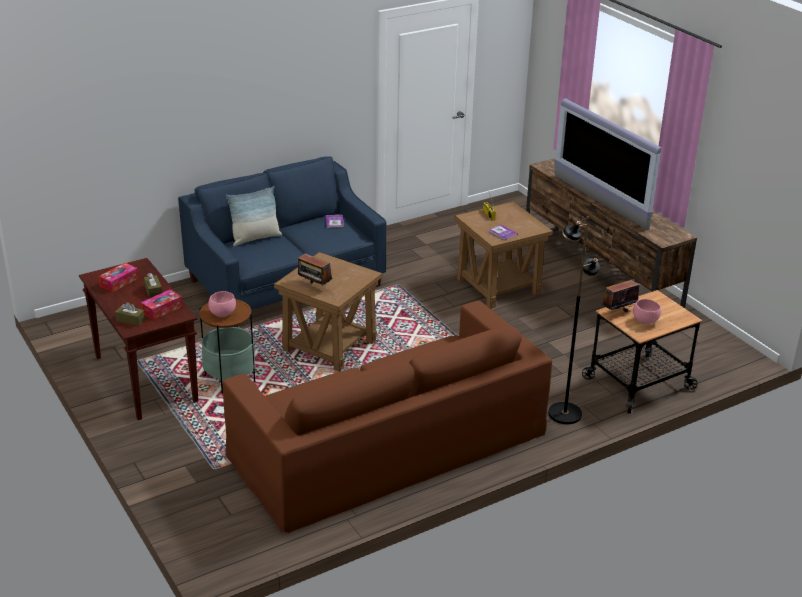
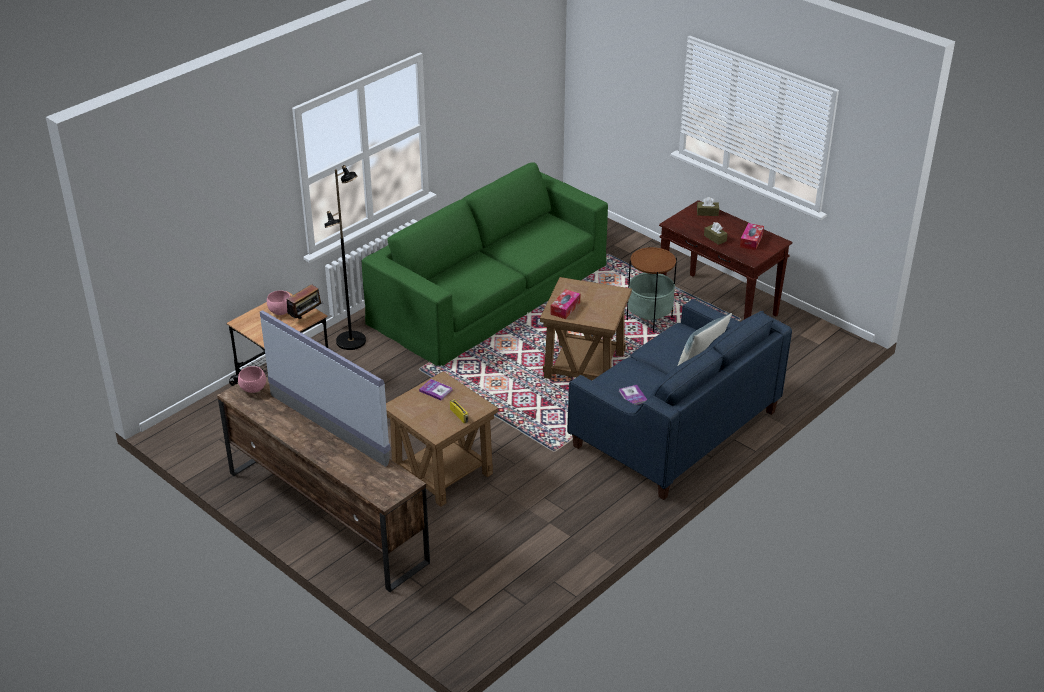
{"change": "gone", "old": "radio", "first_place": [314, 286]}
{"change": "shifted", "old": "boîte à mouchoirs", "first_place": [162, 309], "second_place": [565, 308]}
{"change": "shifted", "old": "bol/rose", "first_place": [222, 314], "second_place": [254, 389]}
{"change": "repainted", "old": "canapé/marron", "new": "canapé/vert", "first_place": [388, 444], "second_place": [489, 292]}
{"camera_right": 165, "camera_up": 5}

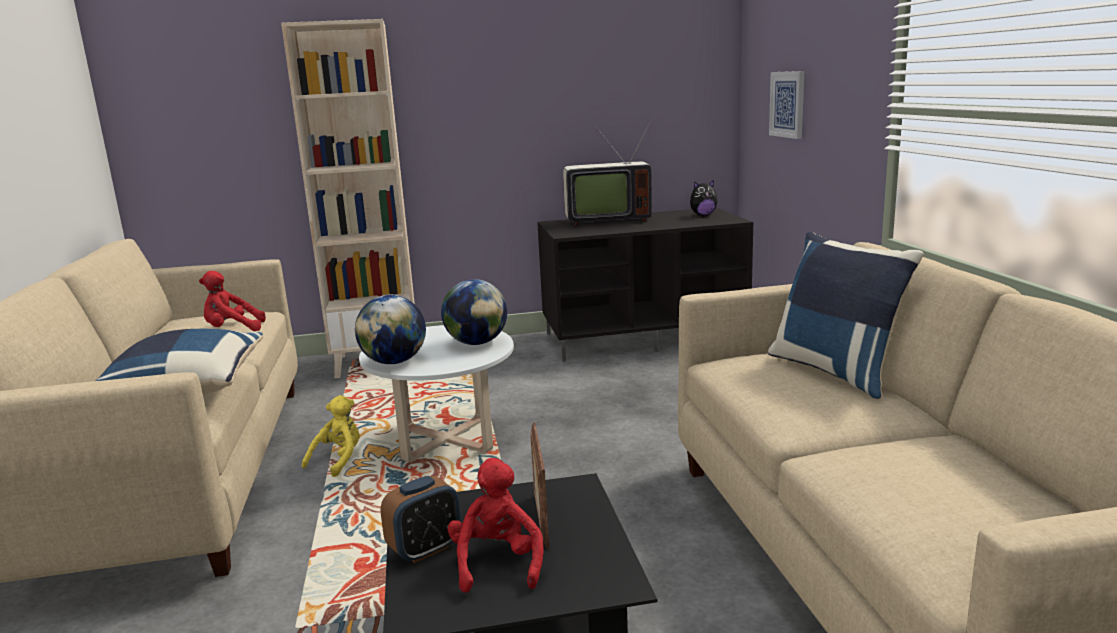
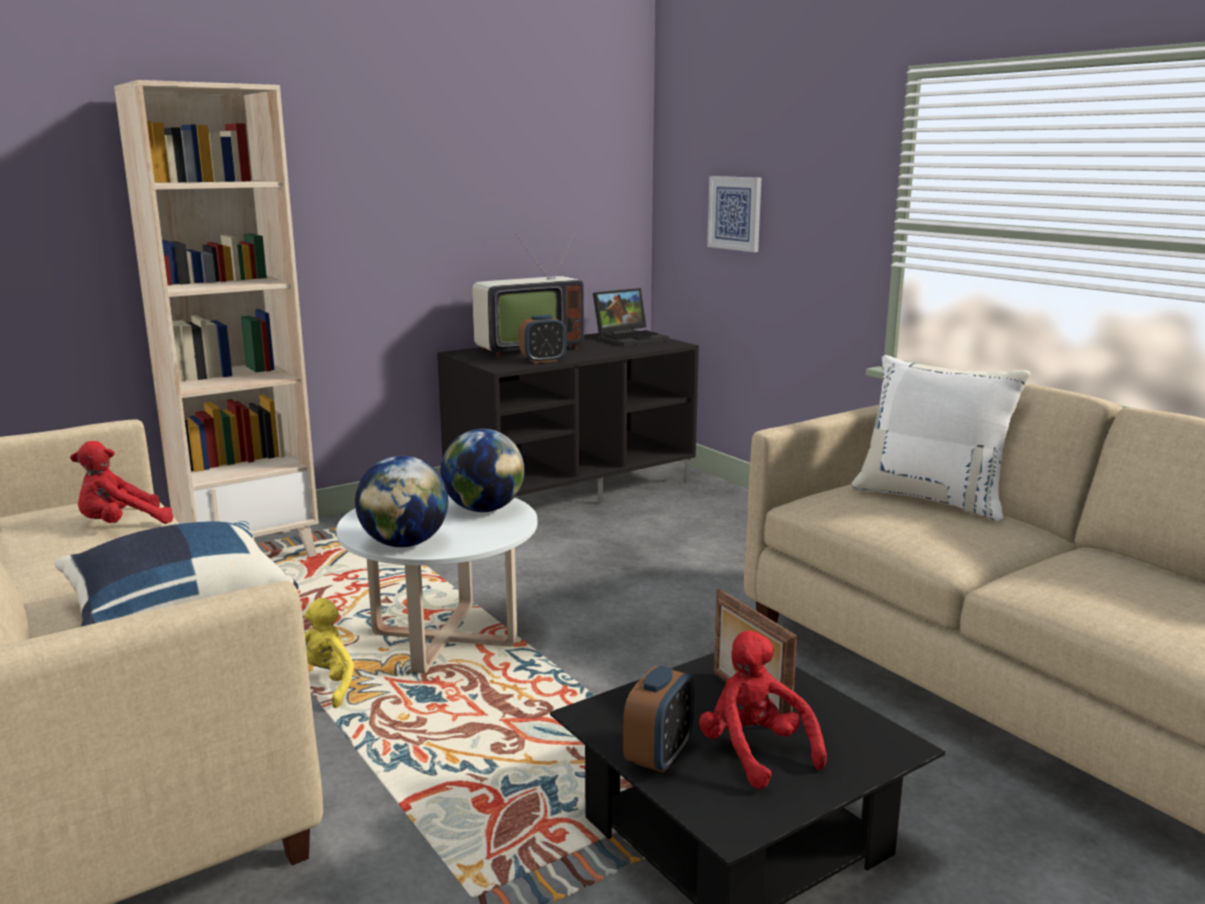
{"change": "new", "new": "réveil", "second_place": [543, 360]}
{"change": "swapped", "old": "peluche", "new": "ordinateur portable", "first_place": [703, 215], "second_place": [631, 338]}
{"change": "repainted", "old": "coussin/bleu", "new": "coussin/blanc", "first_place": [836, 371], "second_place": [932, 499]}
{"camera_right": -25, "camera_up": 0}

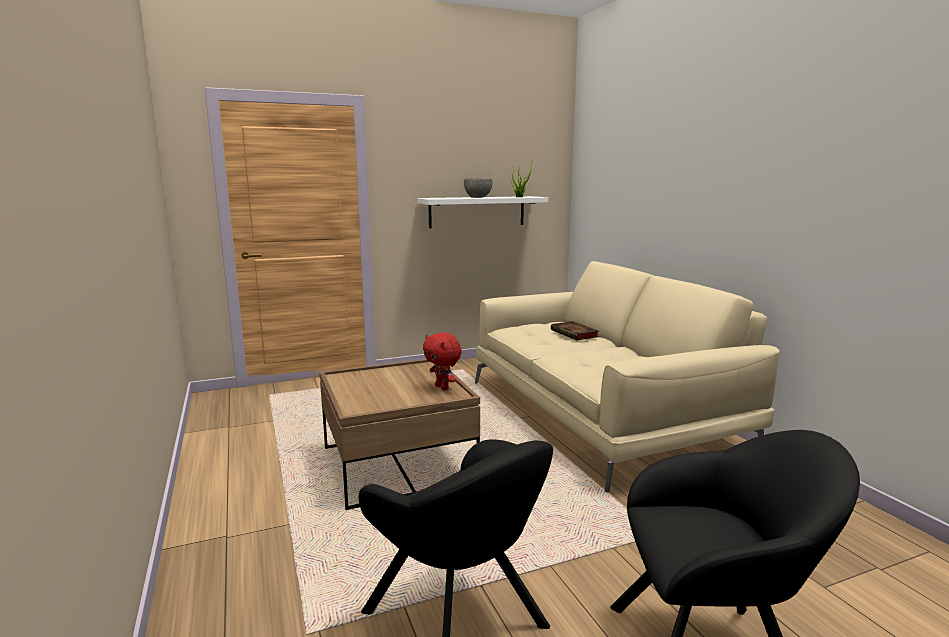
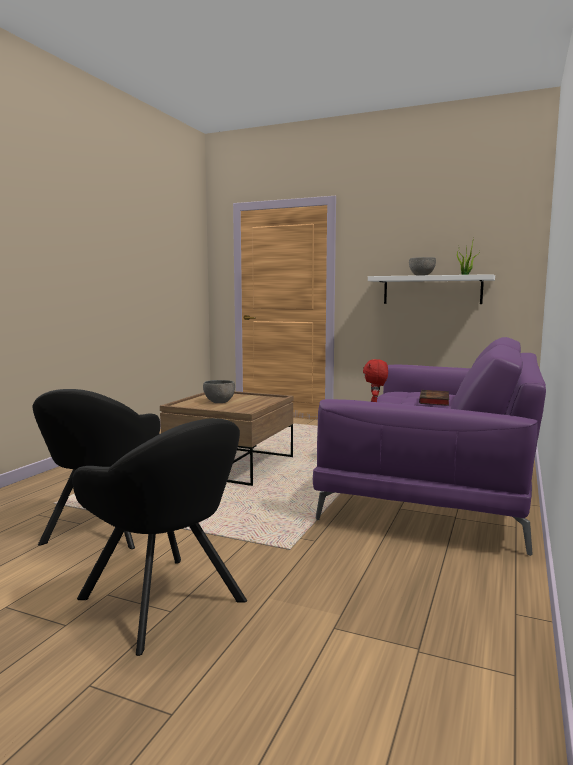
{"change": "new", "new": "bol/gris", "second_place": [220, 402]}
{"change": "shifted", "old": "peluche/rouge", "first_place": [442, 388], "second_place": [375, 402]}
{"change": "repainted", "old": "canapé/beige", "new": "canapé/violet", "first_place": [600, 415], "second_place": [436, 485]}
{"camera_right": 45, "camera_up": -5}

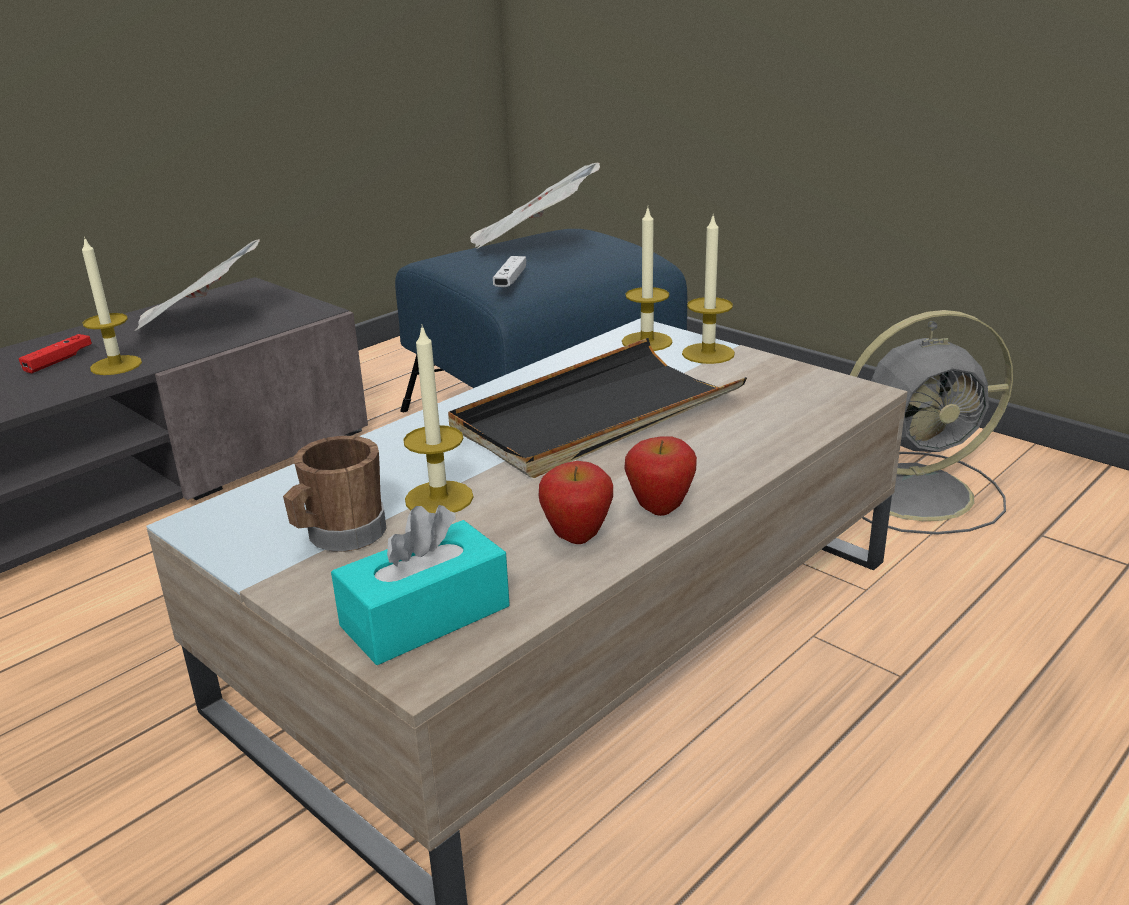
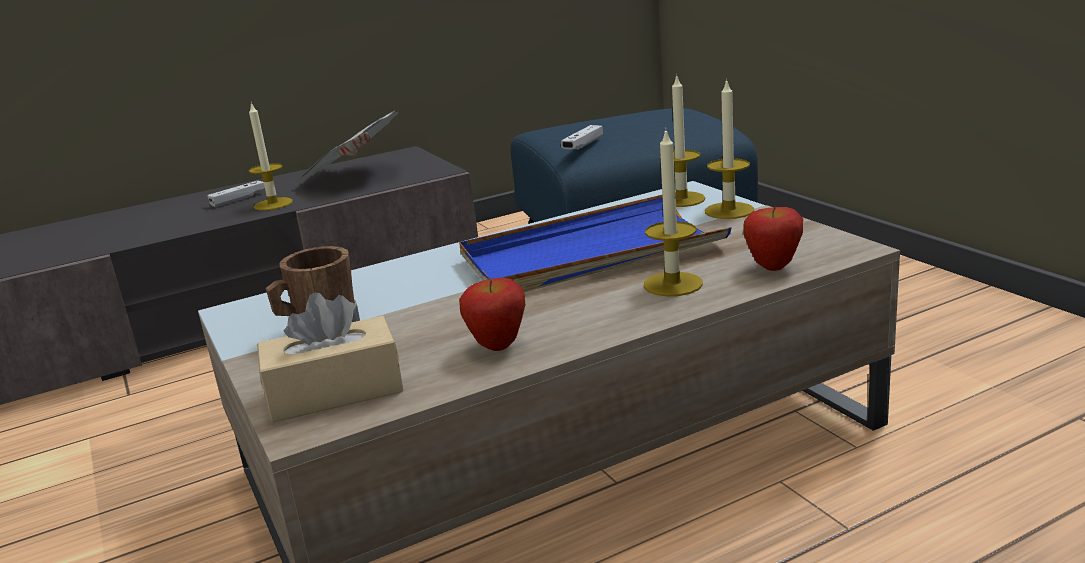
{"change": "gone", "old": "journal", "first_place": [531, 243]}
{"change": "gone", "old": "ventilateur/gris", "first_place": [918, 492]}
{"change": "shifted", "old": "bougie", "first_place": [439, 498], "second_place": [673, 284]}
{"change": "shifted", "old": "pomme", "first_place": [660, 509], "second_place": [773, 267]}
{"change": "repainted", "old": "manette/rouge", "new": "manette/blanc", "first_place": [58, 360], "second_place": [238, 199]}
{"change": "repainted", "old": "boîte à mouchoirs/turquoise", "new": "boîte à mouchoirs/beige", "first_place": [425, 616], "second_place": [335, 392]}
{"change": "repainted", "old": "plateau/noir", "new": "plateau/bleu", "first_place": [596, 415], "second_place": [590, 254]}
{"camera_right": 20, "camera_up": -5}

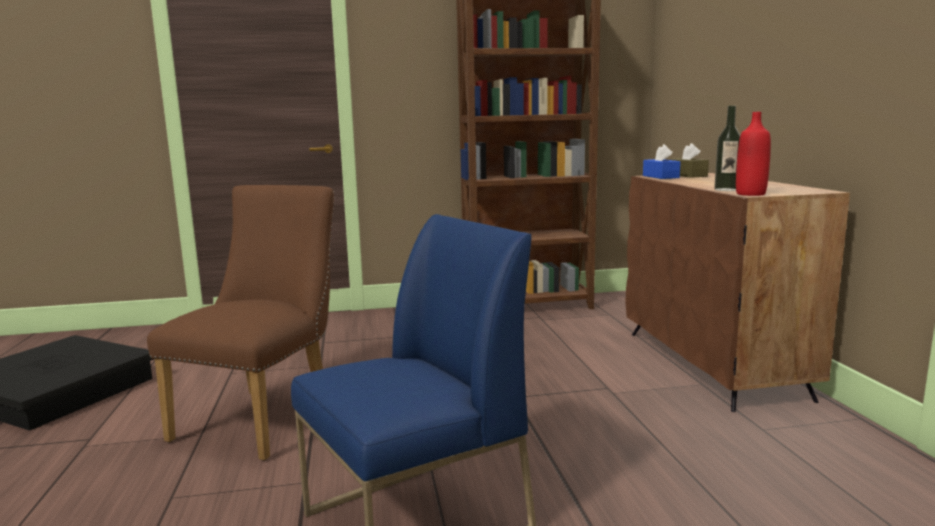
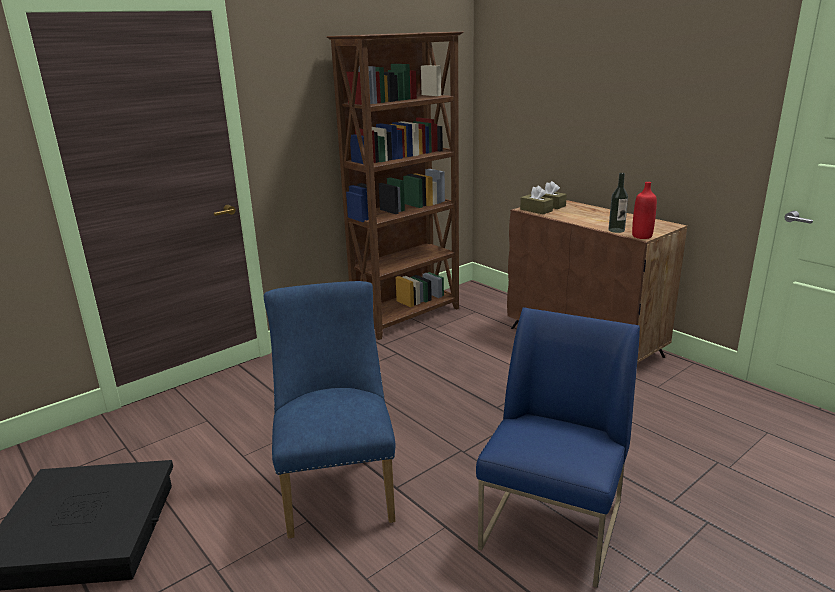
{"change": "repainted", "old": "chaise/marron", "new": "chaise/bleu", "first_place": [264, 417], "second_place": [338, 486]}
{"change": "repainted", "old": "boîte à mouchoirs/bleu", "new": "boîte à mouchoirs/marron", "first_place": [660, 177], "second_place": [536, 210]}
{"camera_right": -30, "camera_up": 10}

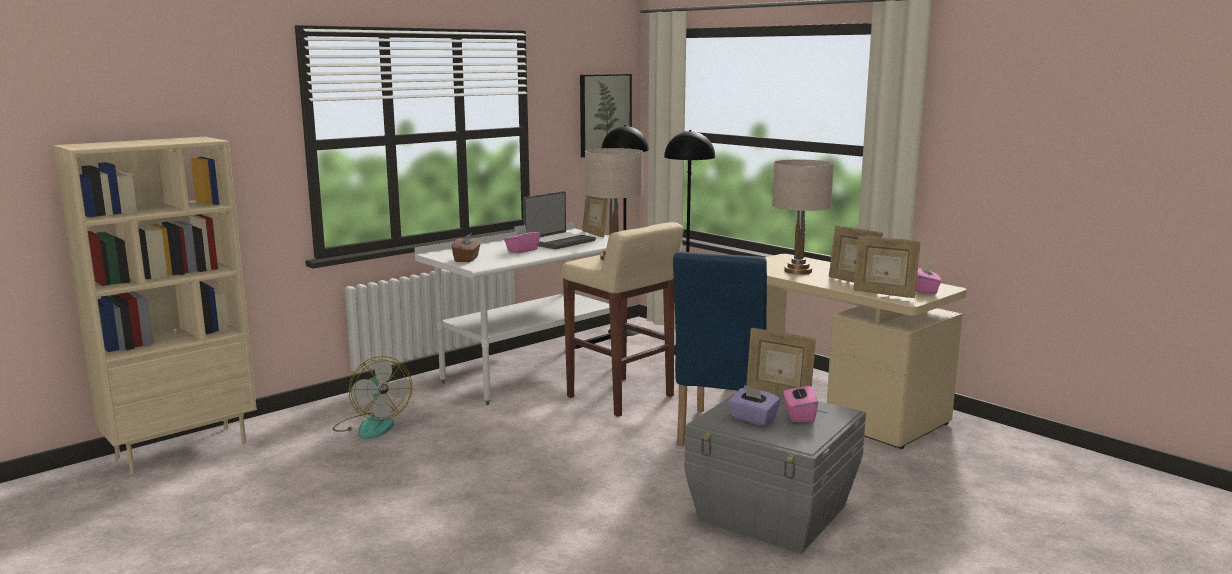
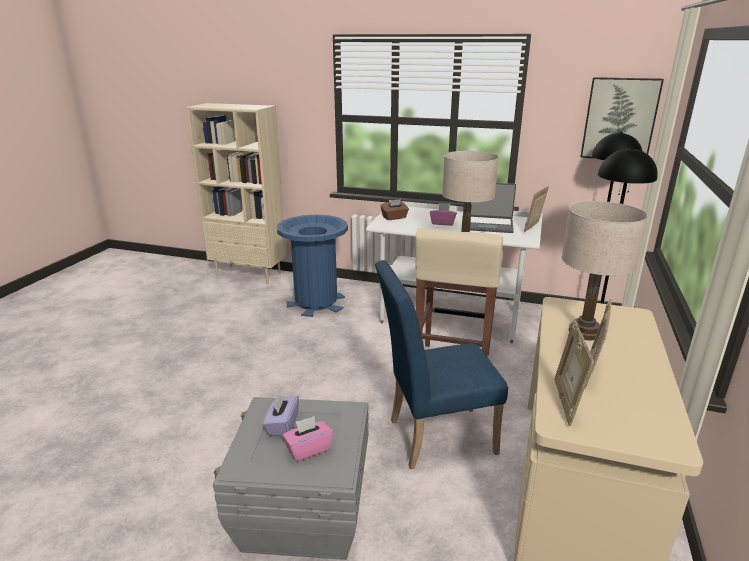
{"change": "gone", "old": "cadre photo", "first_place": [778, 394]}
{"change": "gone", "old": "boîte à mouchoirs/rose", "first_place": [924, 290]}
{"change": "swapped", "old": "ventilateur", "new": "poubelle/bleu", "first_place": [372, 425], "second_place": [316, 303]}
{"camera_right": 60, "camera_up": 10}

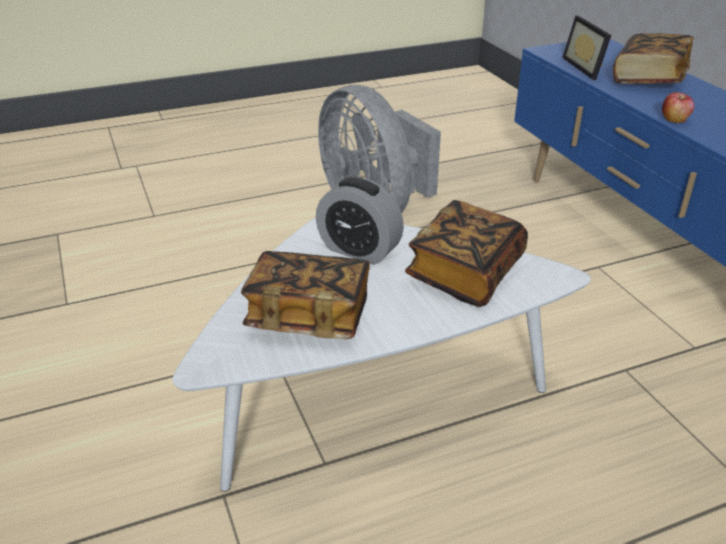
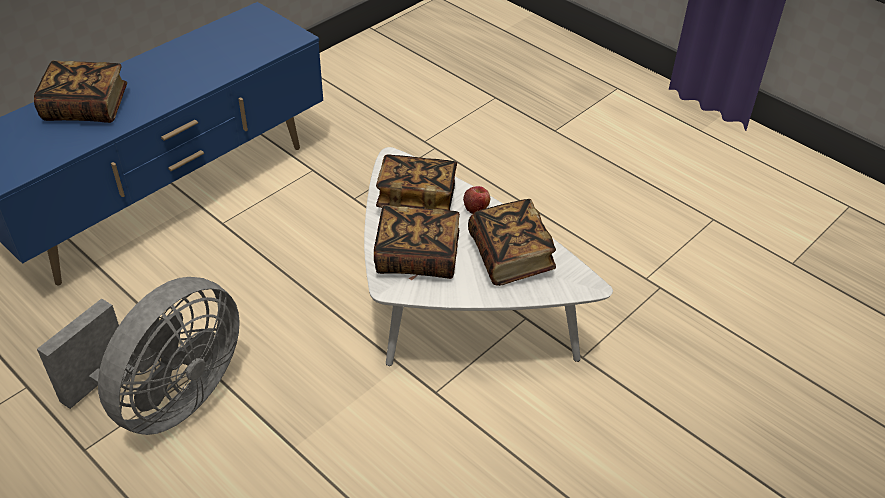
{"change": "gone", "old": "cadre photo", "first_place": [588, 68]}
{"change": "shifted", "old": "pomme", "first_place": [675, 119], "second_place": [476, 208]}
{"change": "swapped", "old": "réveil", "new": "livre", "first_place": [359, 250], "second_place": [417, 257]}
{"camera_right": -115, "camera_up": 10}

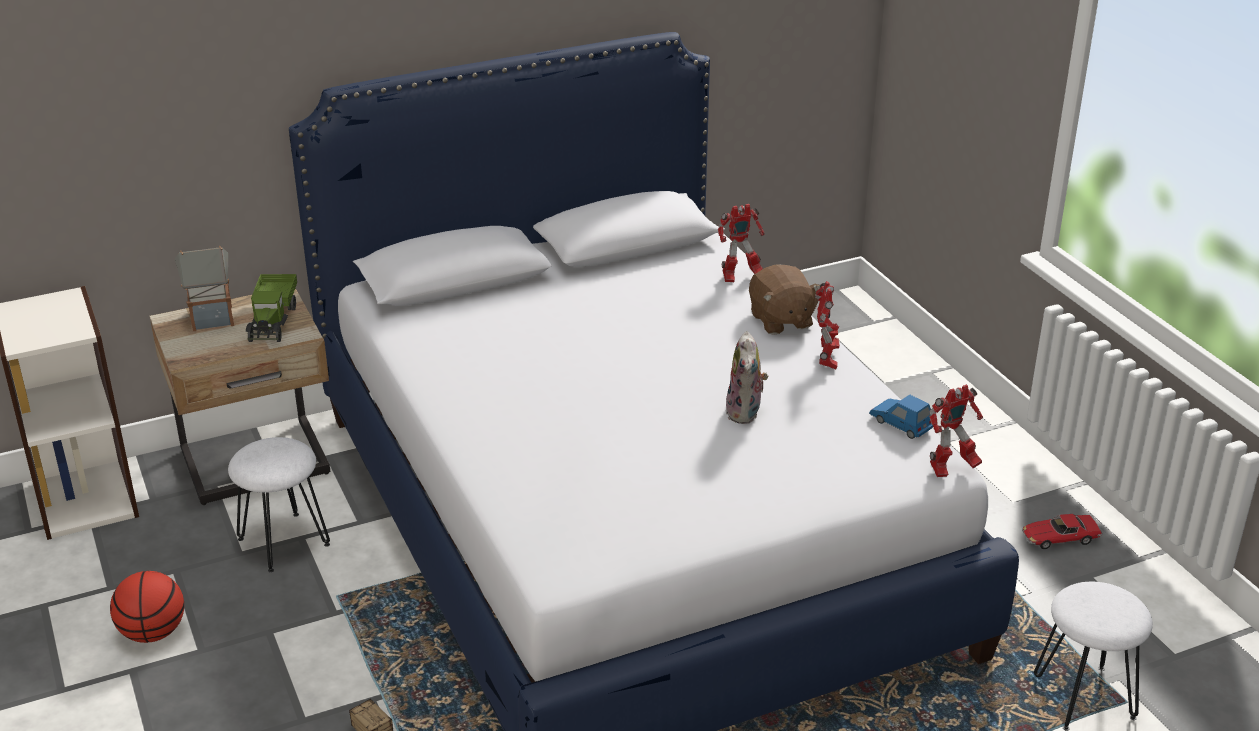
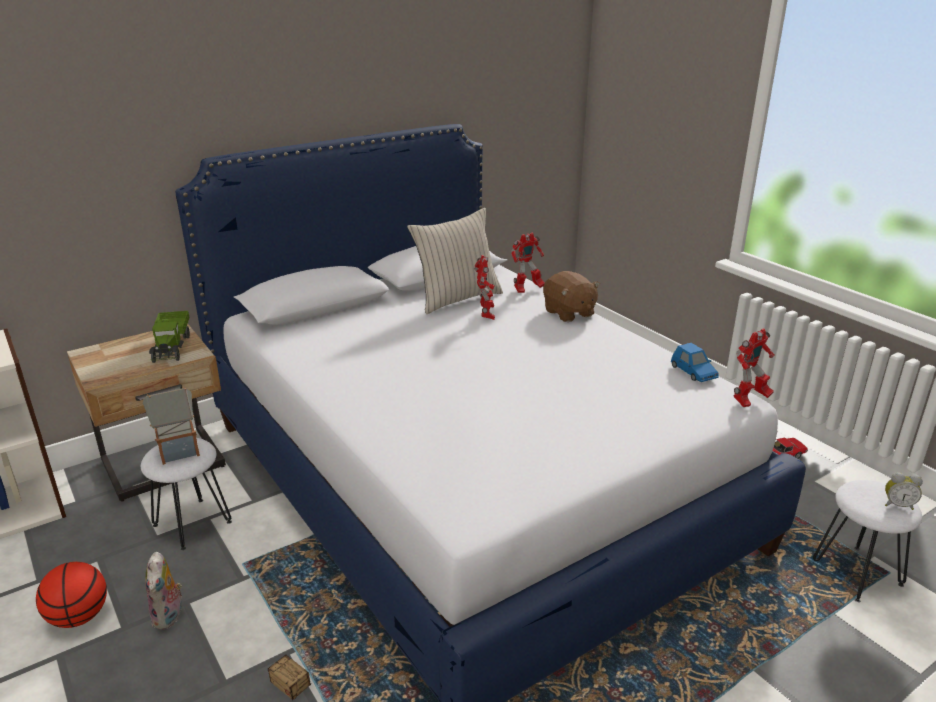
{"change": "new", "new": "coussin/beige", "second_place": [456, 299]}
{"change": "new", "new": "réveil", "second_place": [897, 505]}
{"change": "shifted", "old": "maison miniature", "first_place": [211, 319], "second_place": [177, 451]}
{"change": "shifted", "old": "peluche", "first_place": [746, 413], "second_place": [169, 616]}
{"change": "shifted", "old": "robot jouet", "first_place": [827, 360], "second_place": [486, 315]}
{"change": "rotated", "old": "petite voiture/bleu", "first_place": [901, 423], "second_place": [693, 372], "degrees": -150}
{"camera_right": -10, "camera_up": -5}

